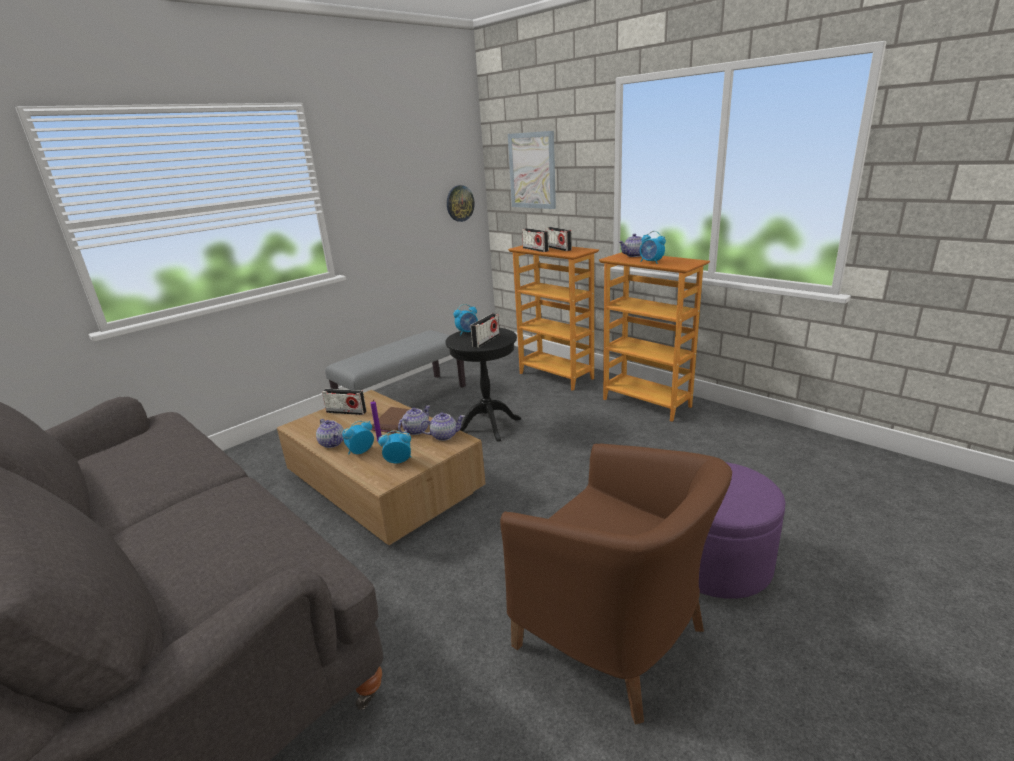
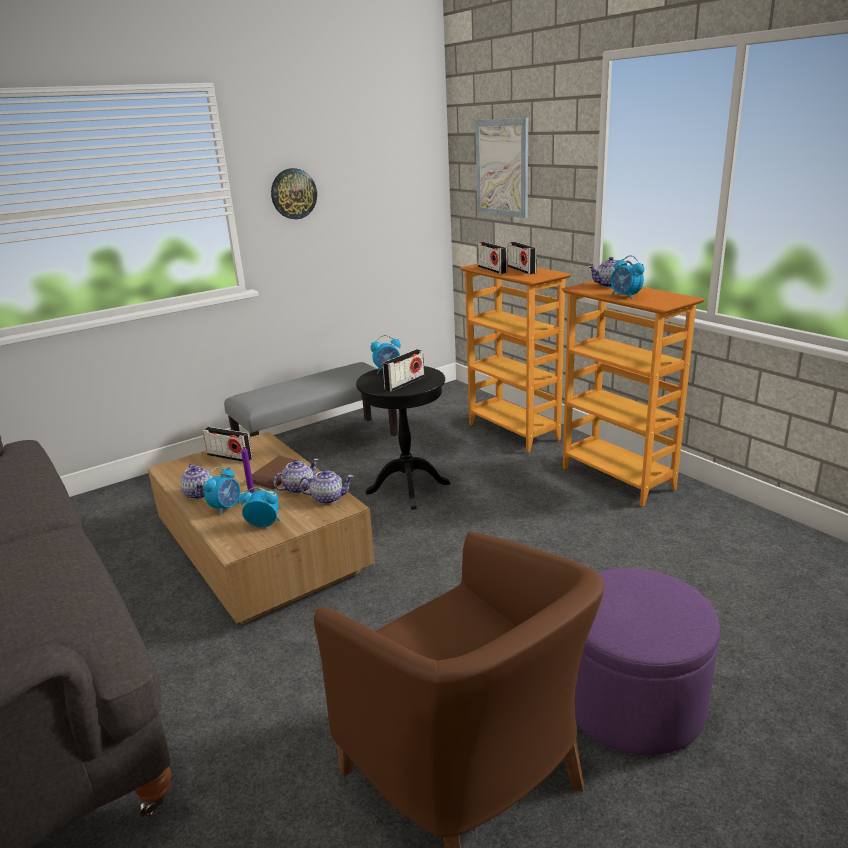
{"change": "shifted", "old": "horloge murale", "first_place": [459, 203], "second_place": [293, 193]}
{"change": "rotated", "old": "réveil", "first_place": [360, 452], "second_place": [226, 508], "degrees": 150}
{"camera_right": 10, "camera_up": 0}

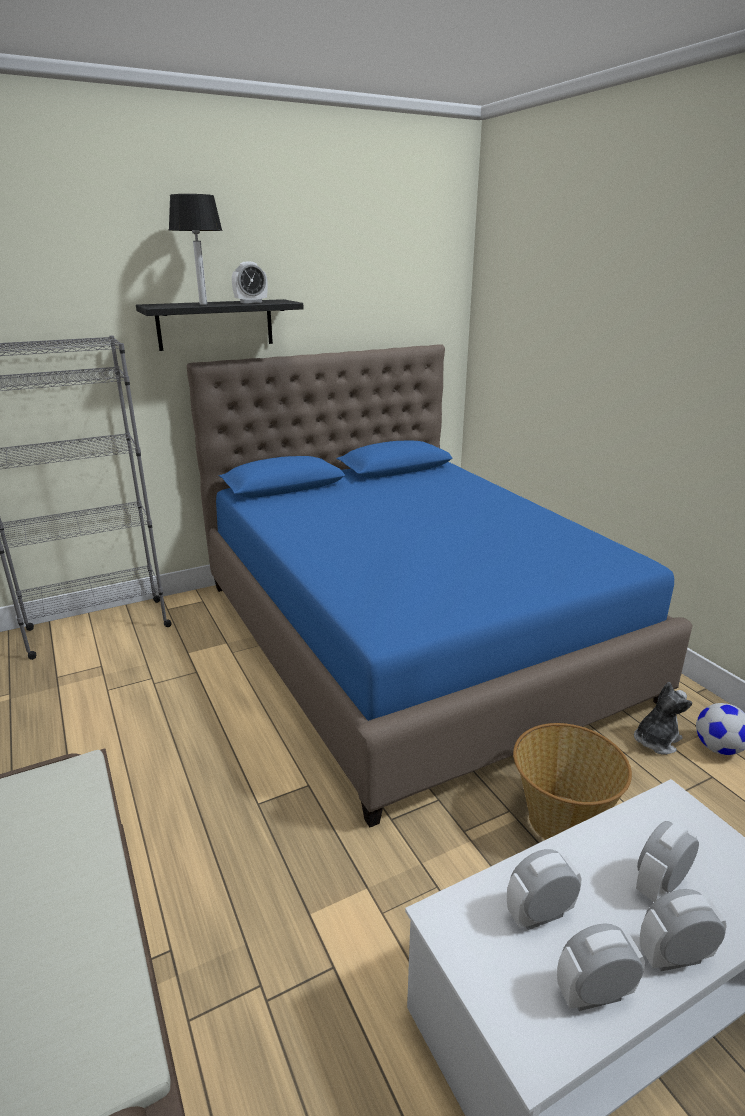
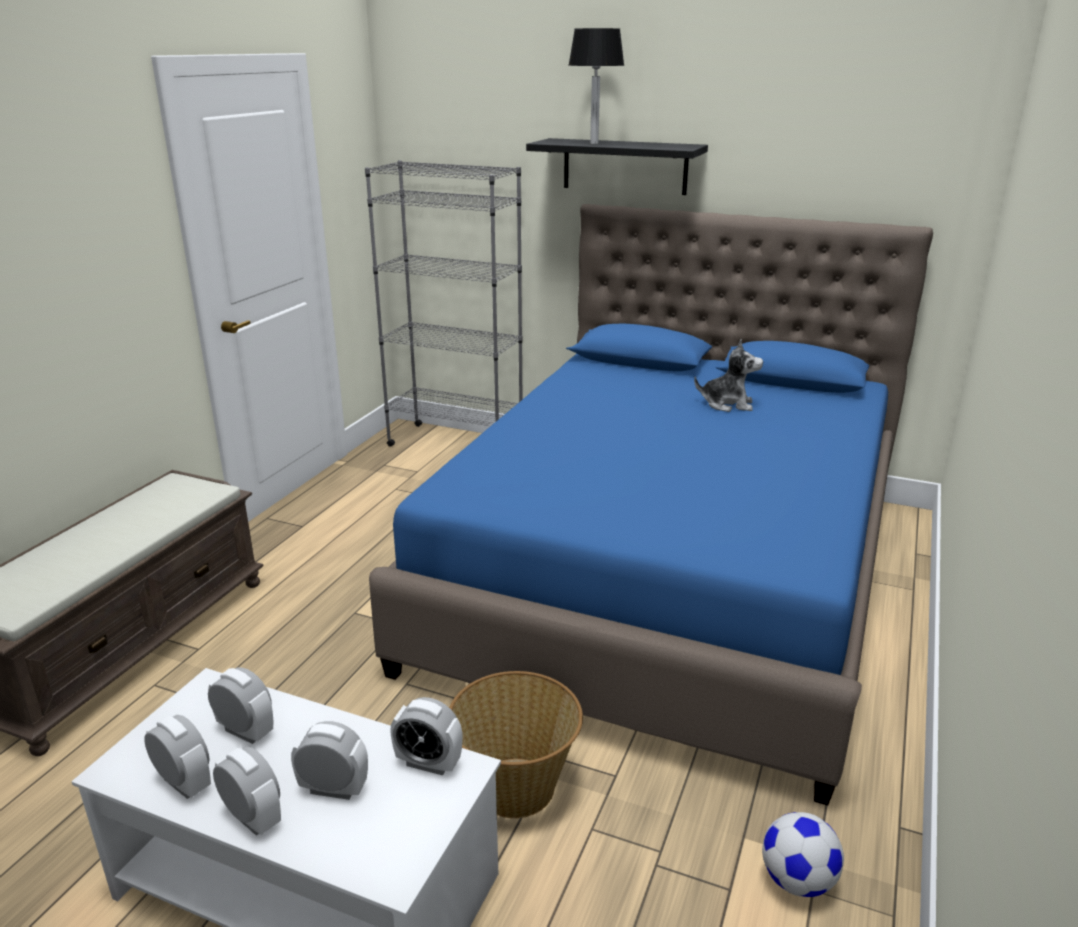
{"change": "shifted", "old": "réveil", "first_place": [251, 302], "second_place": [428, 763]}
{"change": "shifted", "old": "peluche", "first_place": [656, 740], "second_place": [727, 404]}
{"camera_right": 50, "camera_up": 0}

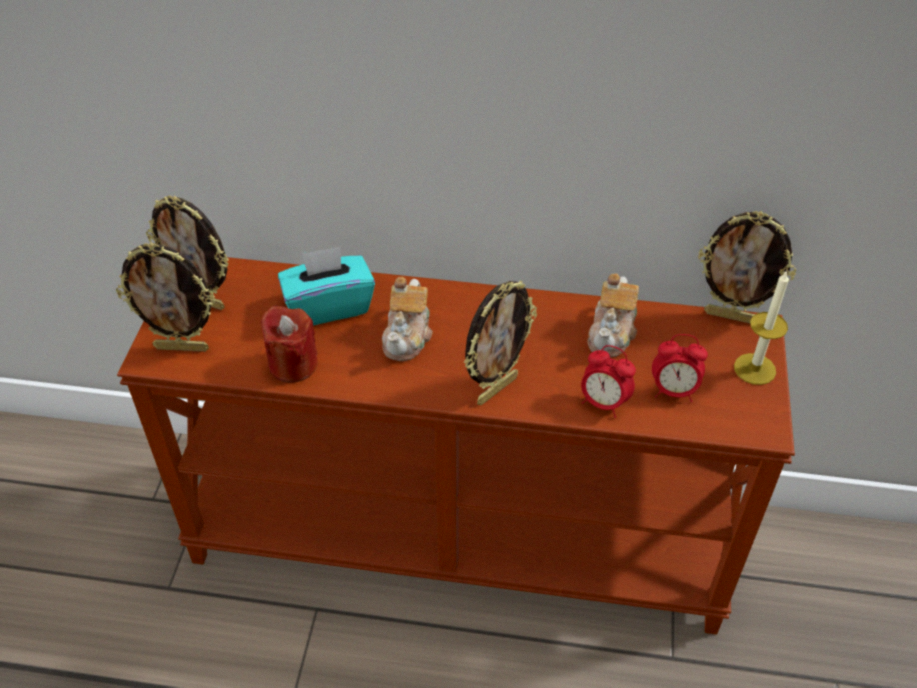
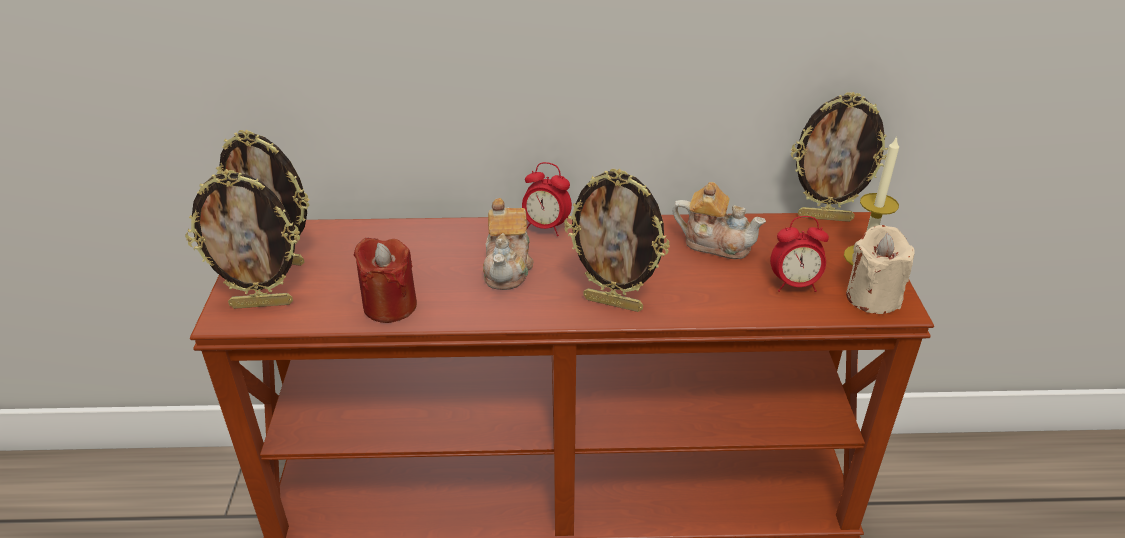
{"change": "gone", "old": "boîte à mouchoirs/turquoise", "first_place": [329, 306]}
{"change": "new", "new": "bougie/beige", "second_place": [872, 297]}
{"change": "shifted", "old": "réveil", "first_place": [603, 403], "second_place": [546, 227]}
{"change": "rotated", "old": "cadre photo", "first_place": [496, 389], "second_place": [614, 303], "degrees": 75}
{"change": "rotated", "old": "théière", "first_place": [612, 333], "second_place": [715, 243], "degrees": -75}
{"camera_right": -10, "camera_up": -10}

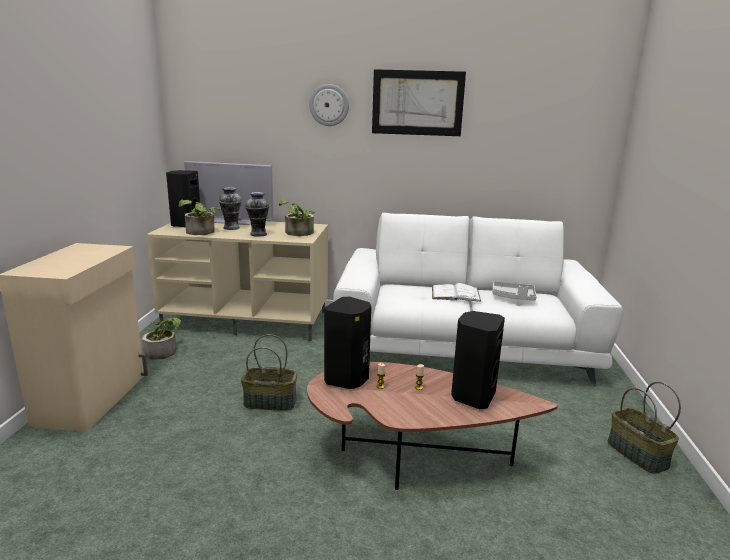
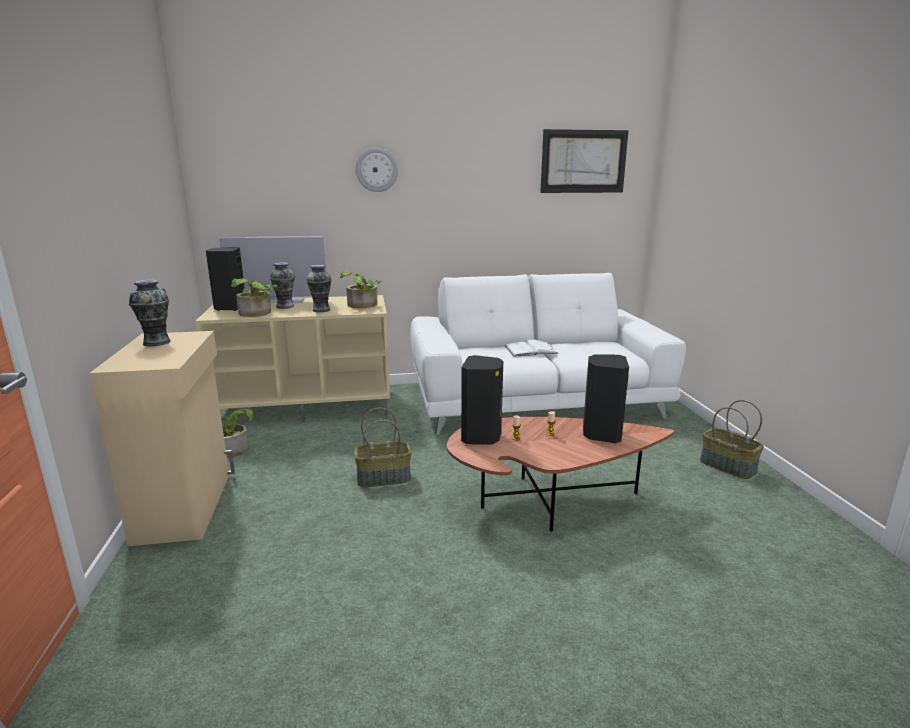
{"change": "gone", "old": "plateau/gris", "first_place": [513, 297]}
{"change": "new", "new": "vase", "second_place": [157, 342]}
{"change": "shifted", "old": "tableau", "first_place": [417, 103], "second_place": [583, 161]}
{"camera_right": -15, "camera_up": 0}

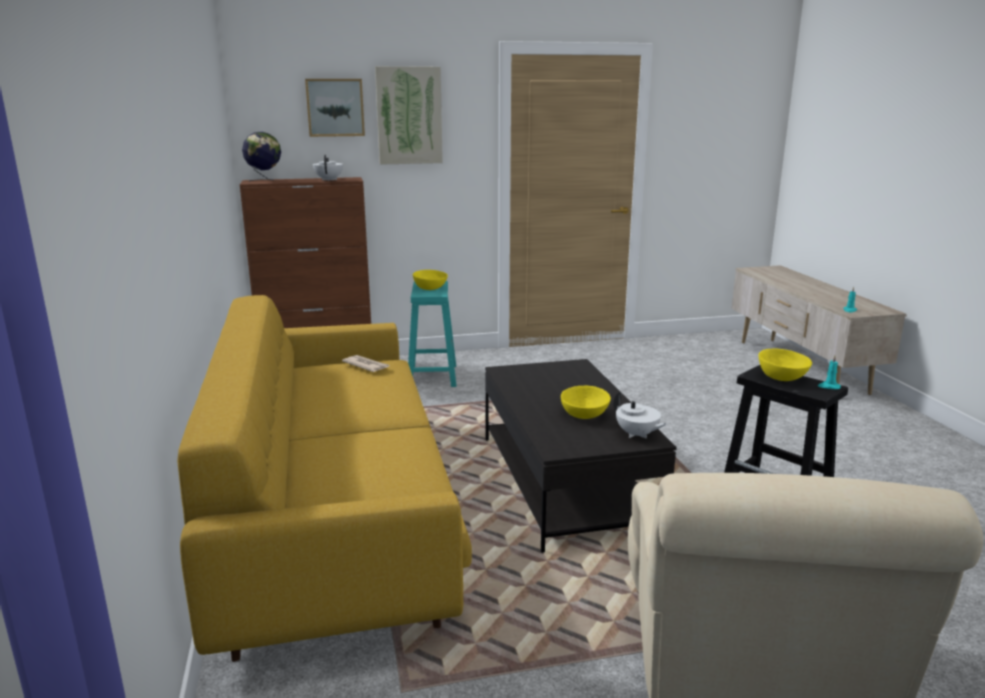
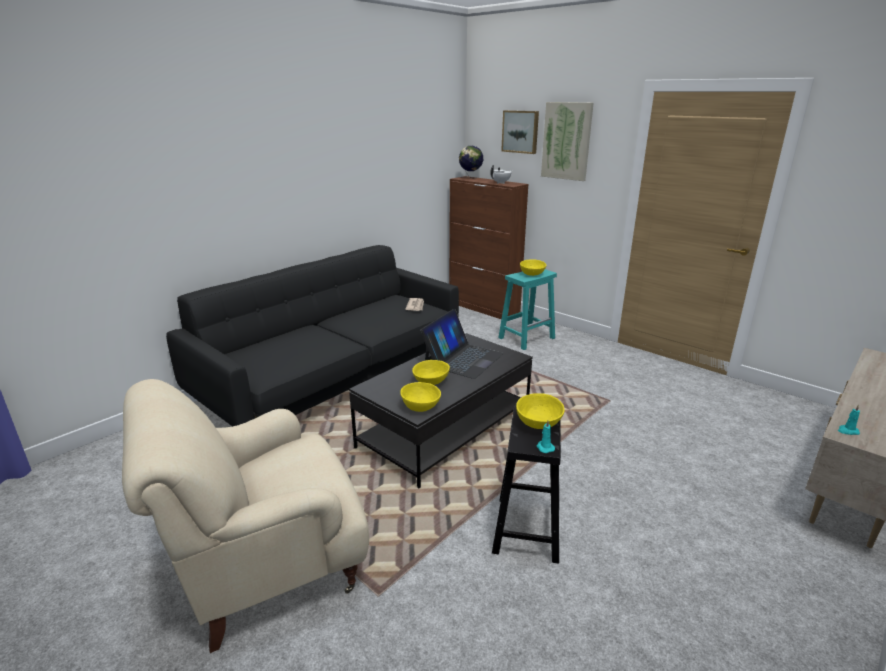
{"change": "new", "new": "ordinateur portable", "second_place": [463, 358]}
{"change": "swapped", "old": "théière/blanc", "new": "bol/jaune", "first_place": [637, 435], "second_place": [420, 406]}
{"change": "repainted", "old": "canapé/jaune", "new": "canapé/noir", "first_place": [335, 515], "second_place": [336, 377]}
{"camera_right": 55, "camera_up": 5}

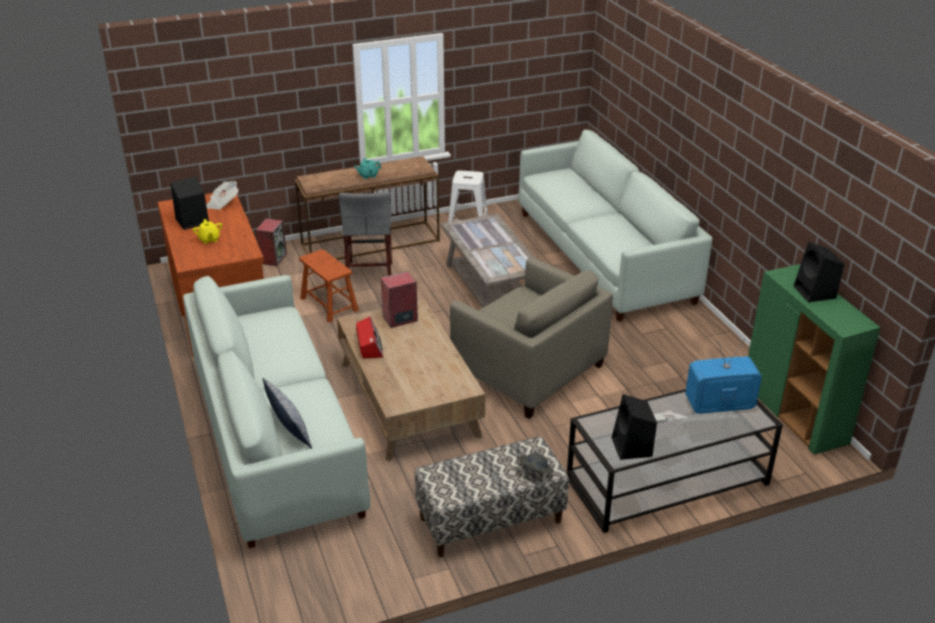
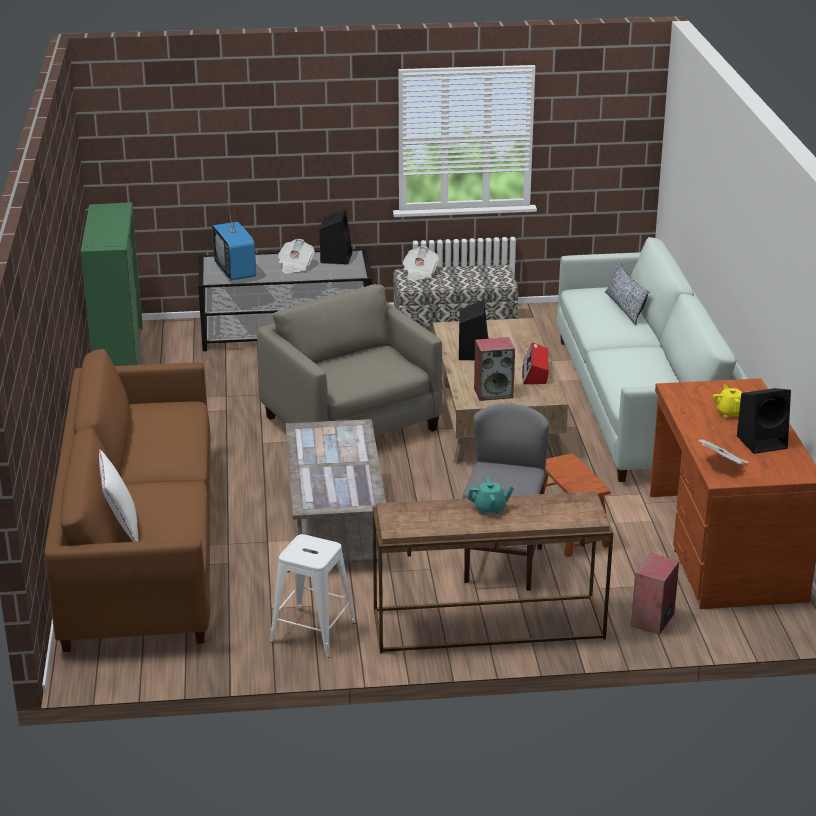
{"change": "new", "new": "coussin/blanc", "second_place": [121, 528]}
{"change": "shifted", "old": "enceinte/noir", "first_place": [815, 293], "second_place": [473, 352]}
{"change": "swapped", "old": "chapeau/gris", "new": "journal", "first_place": [534, 471], "second_place": [419, 273]}
{"change": "repainted", "old": "canapé/blanc", "new": "canapé/marron", "first_place": [603, 256], "second_place": [140, 546]}
{"change": "rotated", "old": "téléviseur", "first_place": [719, 405], "second_place": [235, 271], "degrees": 60}
{"camera_right": -165, "camera_up": -5}

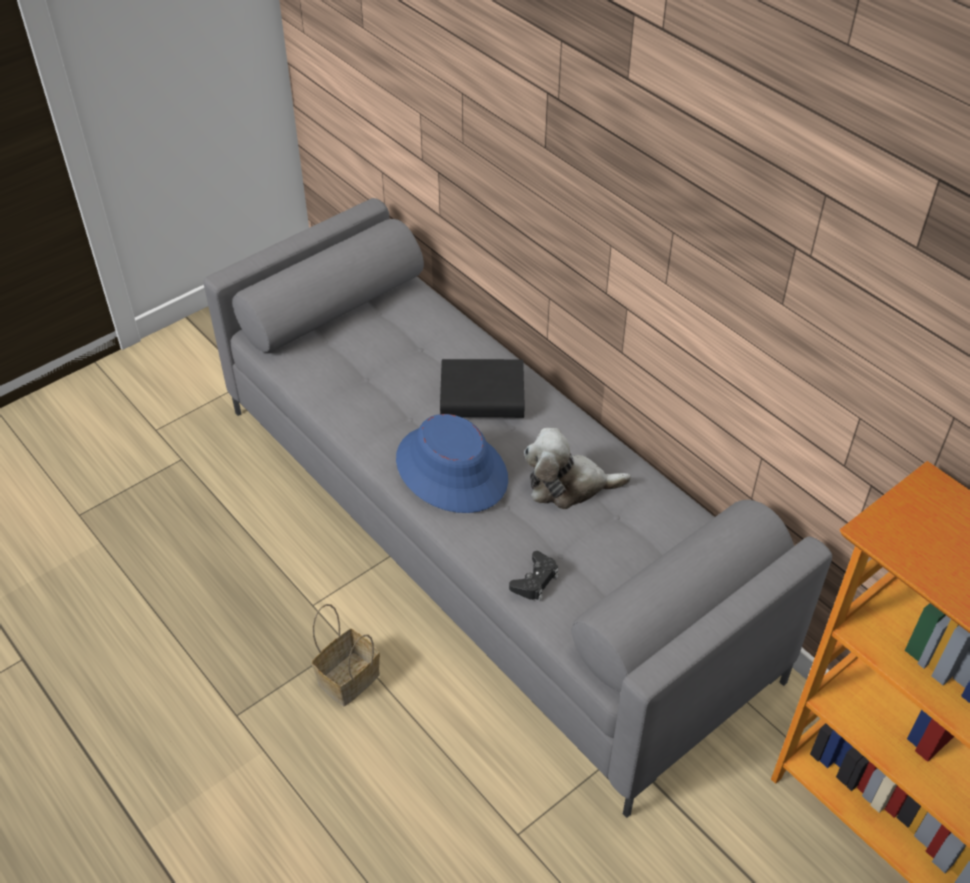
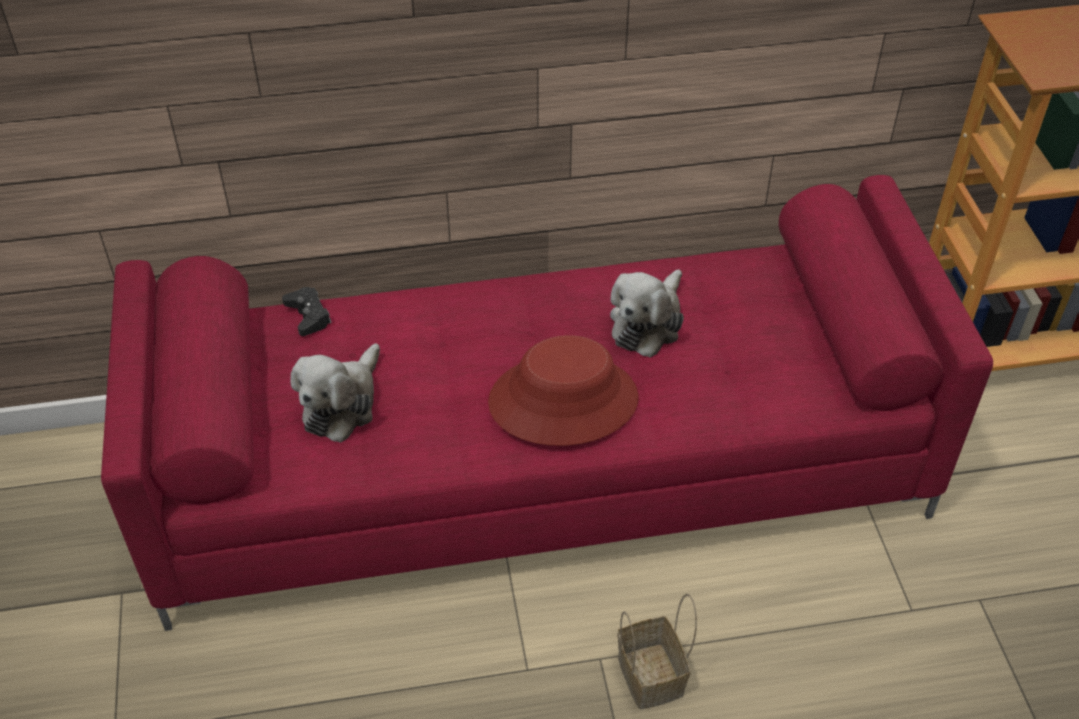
{"change": "gone", "old": "livre/noir", "first_place": [482, 396]}
{"change": "new", "new": "peluche", "second_place": [342, 404]}
{"change": "shifted", "old": "manette/noir", "first_place": [535, 580], "second_place": [308, 316]}
{"change": "repainted", "old": "canapé/gris", "new": "canapé/rouge", "first_place": [488, 535], "second_place": [542, 469]}
{"change": "repainted", "old": "chapeau/bleu", "new": "chapeau/rouge", "first_place": [452, 469], "second_place": [563, 400]}
{"camera_right": -60, "camera_up": 0}

